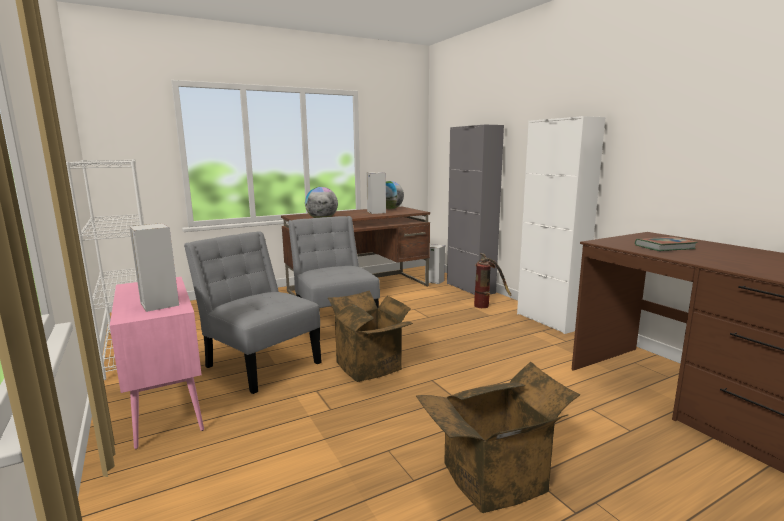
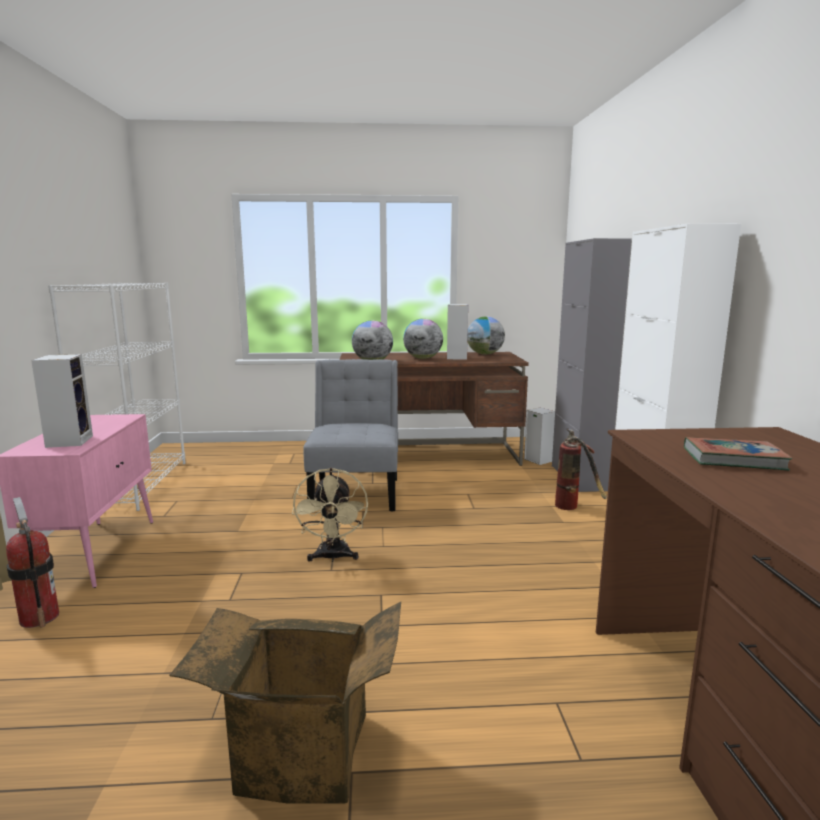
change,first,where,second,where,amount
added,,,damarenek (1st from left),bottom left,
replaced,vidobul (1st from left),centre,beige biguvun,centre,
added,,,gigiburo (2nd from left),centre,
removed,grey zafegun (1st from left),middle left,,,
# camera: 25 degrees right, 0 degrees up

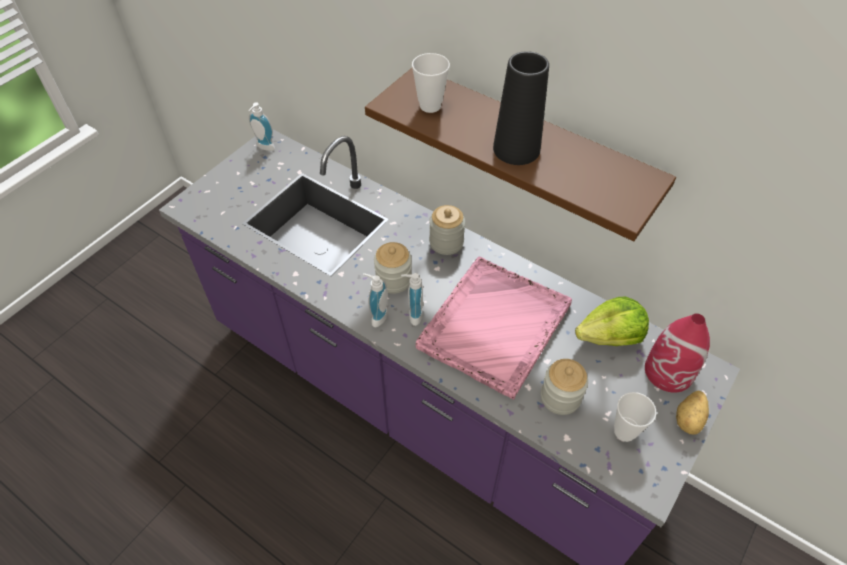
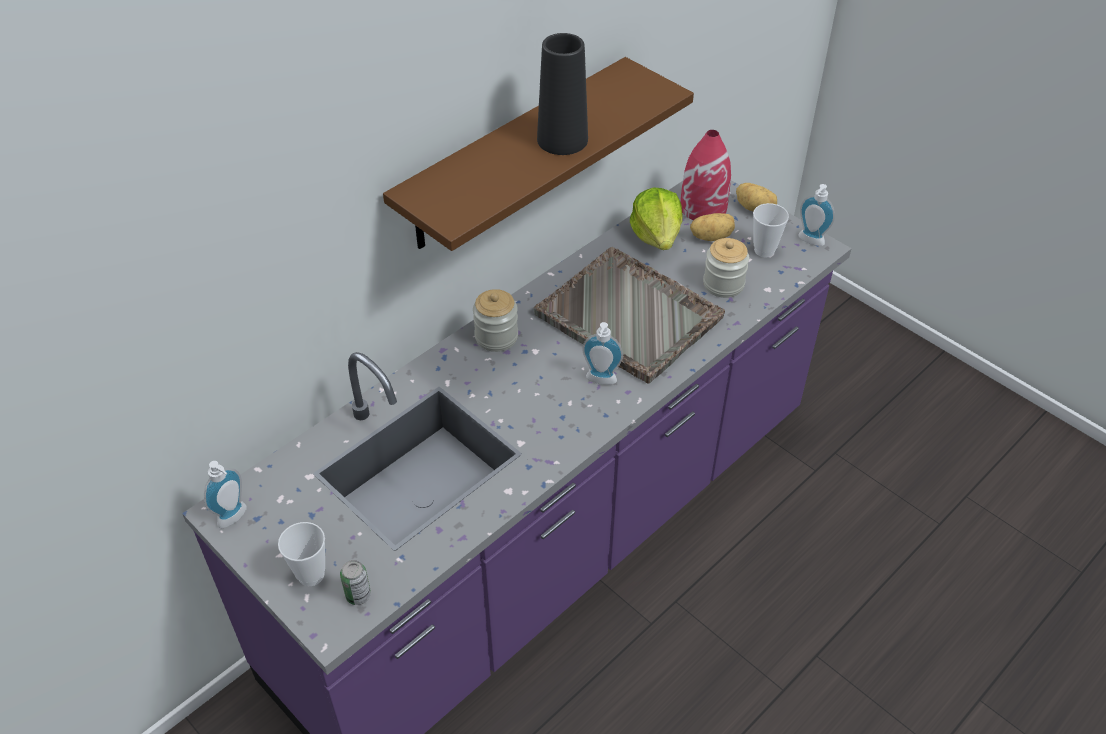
change,first,where,second,where,amount
moved,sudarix (1st from left),top centre,,bottom left,
added,,,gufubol,bottom left,
recoloured,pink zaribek,centre,grey zaribek,centre,
added,,,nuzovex (1st from left),top centre,
moved,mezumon (2nd from left in the first image),centre,mezumon (3rd from left),top right,
removed,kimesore (1st from left),centre,,,
# camera: 80 degrees left, 5 degrees down

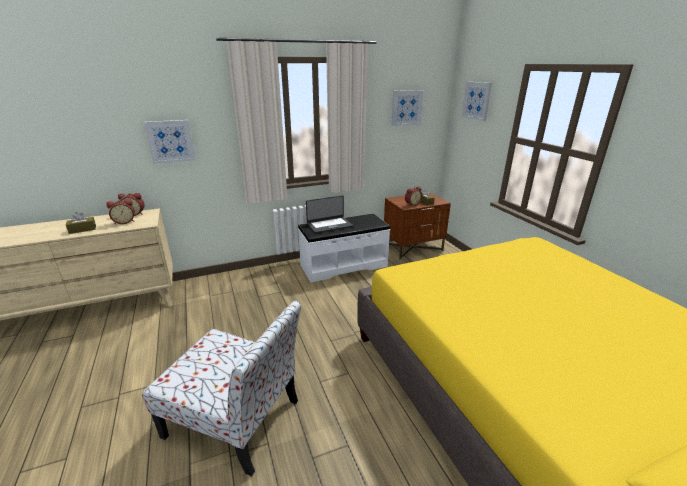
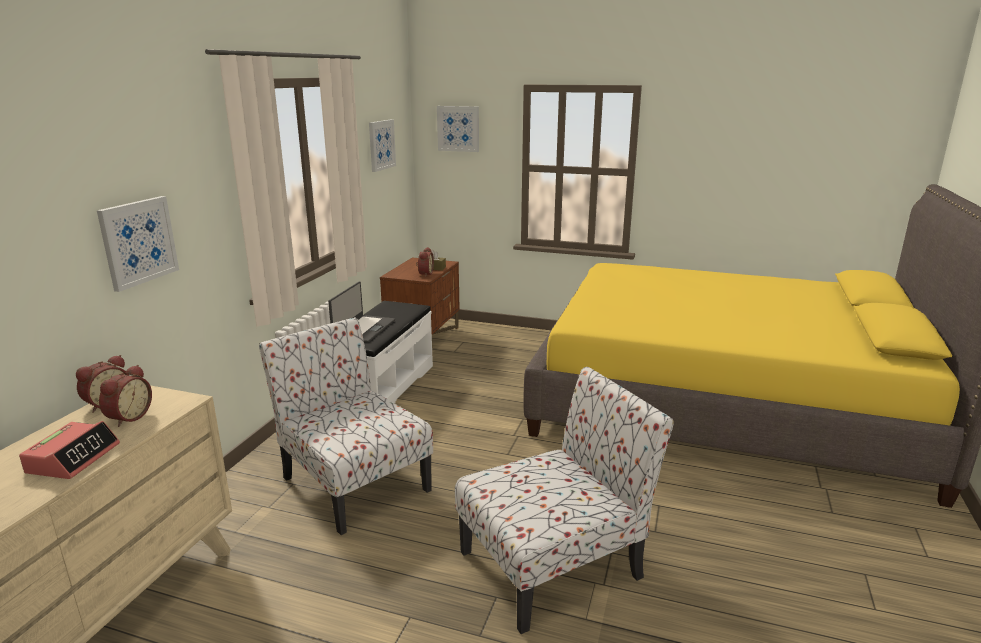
change,first,where,second,where,amount
replaced,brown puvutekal (1st from left),middle left,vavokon (1st from left),bottom left,
added,,,zafegun (1st from left),centre,
# camera: 50 degrees left, 5 degrees down

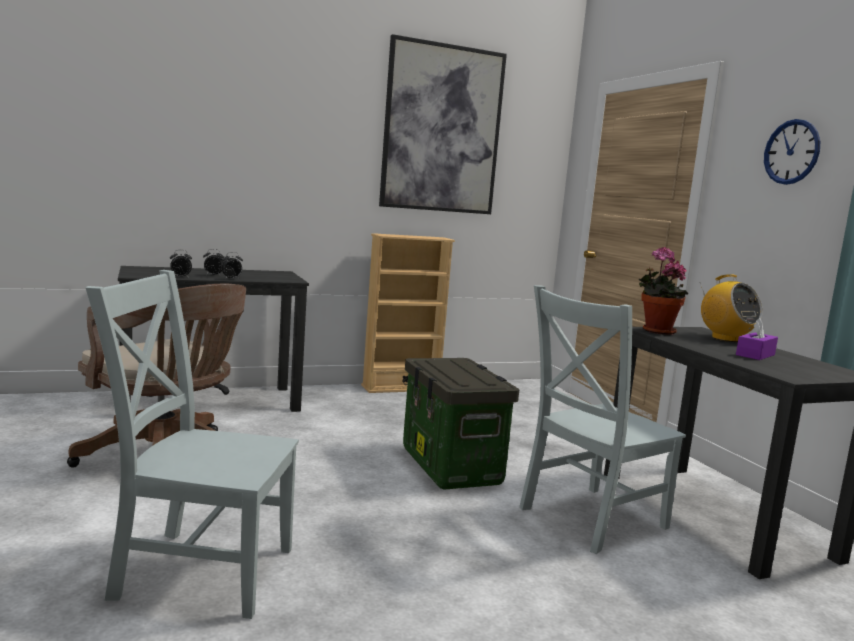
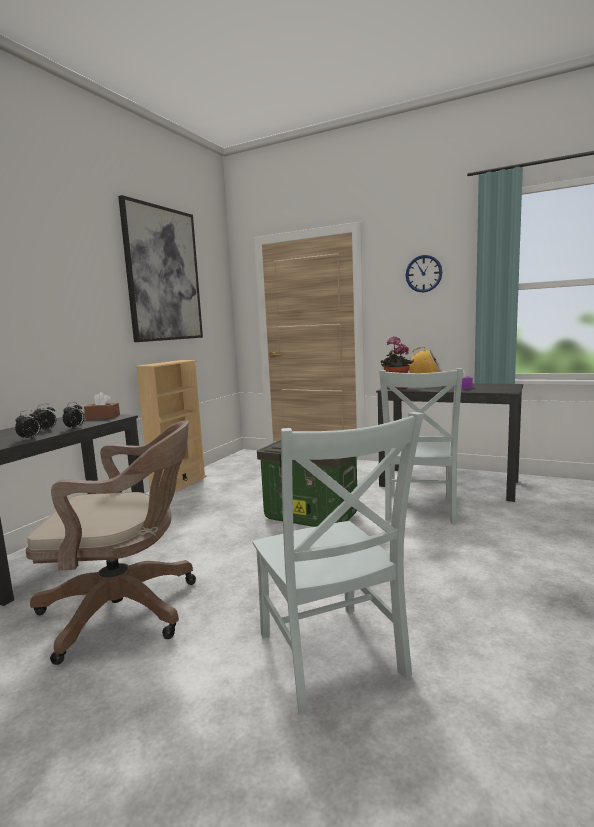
change,first,where,second,where,amount
added,,,brown puvutekal,middle left,
turned,grey zafegun (1st from left),bottom left,,bottom centre,75 degrees counterclockwise
# camera: 40 degrees left, 0 degrees up

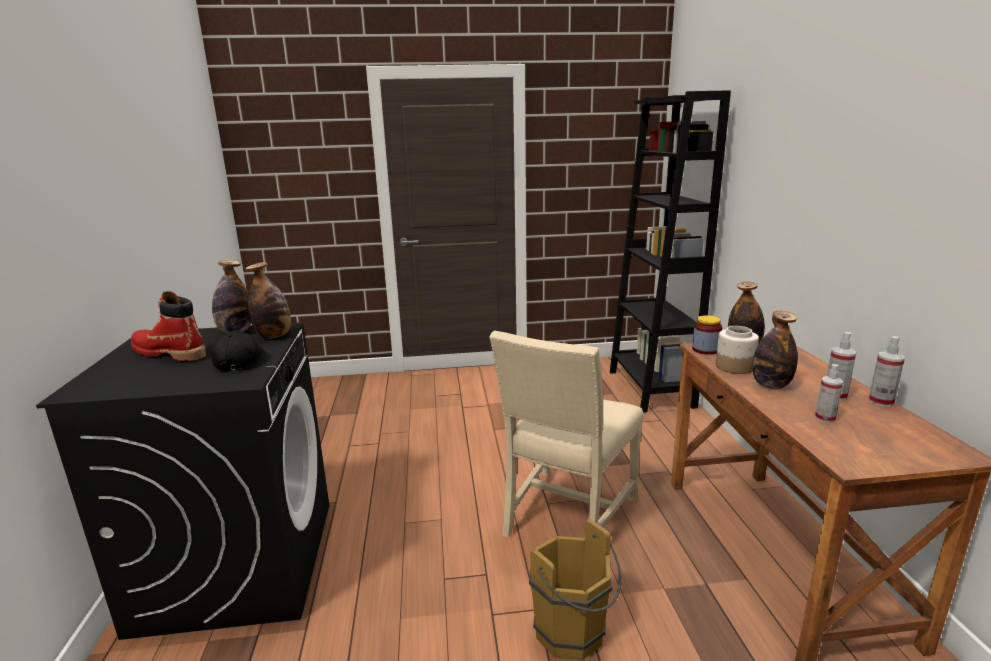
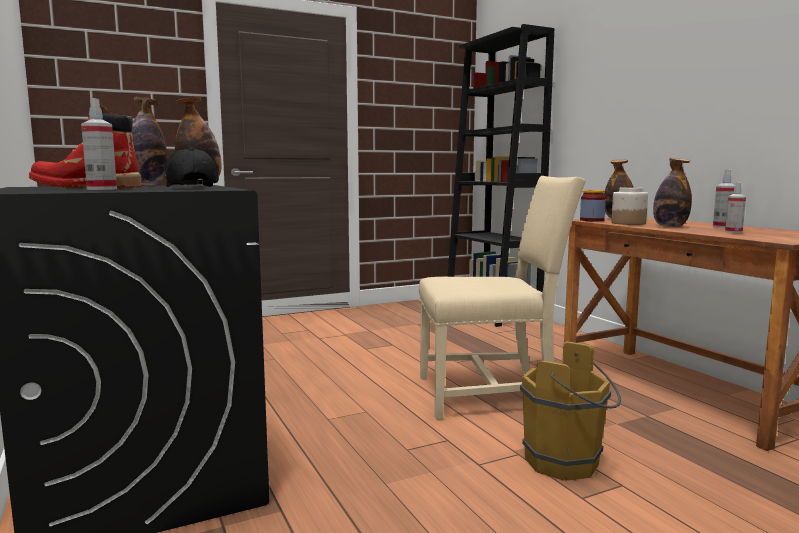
change,first,where,second,where,amount
moved,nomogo (3rd from left in the first image),middle right,nomogo (1st from left),top left,
turned,beige zafegun,centre,,centre,105 degrees counterclockwise
# camera: 20 degrees left, 10 degrees down

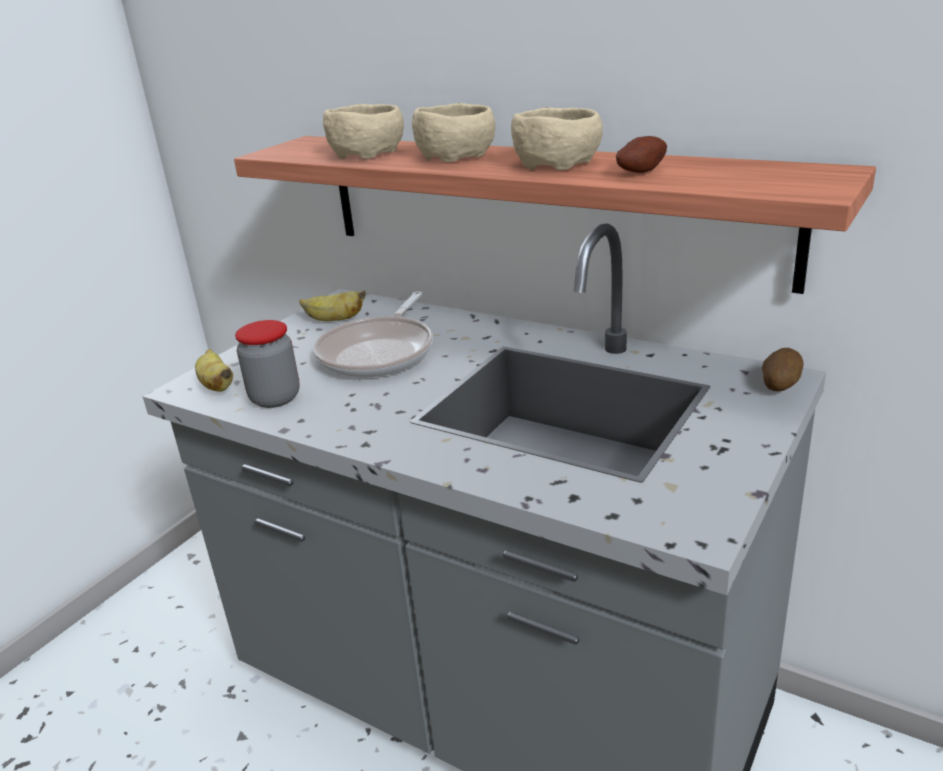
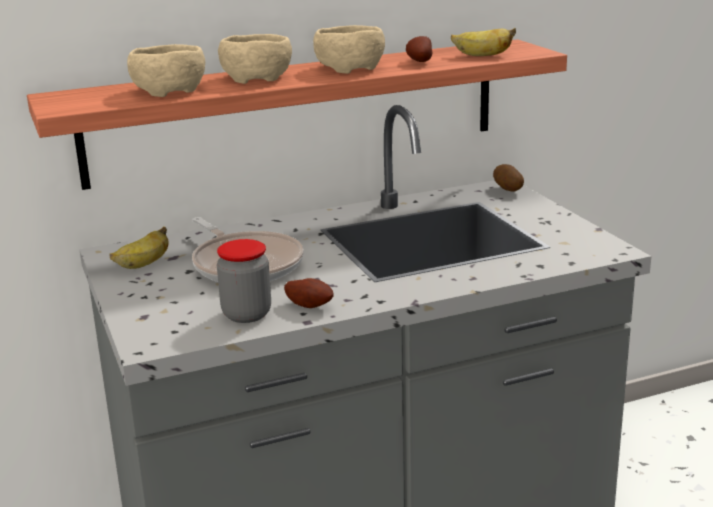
change,first,where,second,where,amount
added,,,nuzovex (1st from left),centre,
moved,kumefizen (1st from left in the first image),middle left,kumefizen (2nd from left),top right,
# camera: 55 degrees left, 5 degrees down

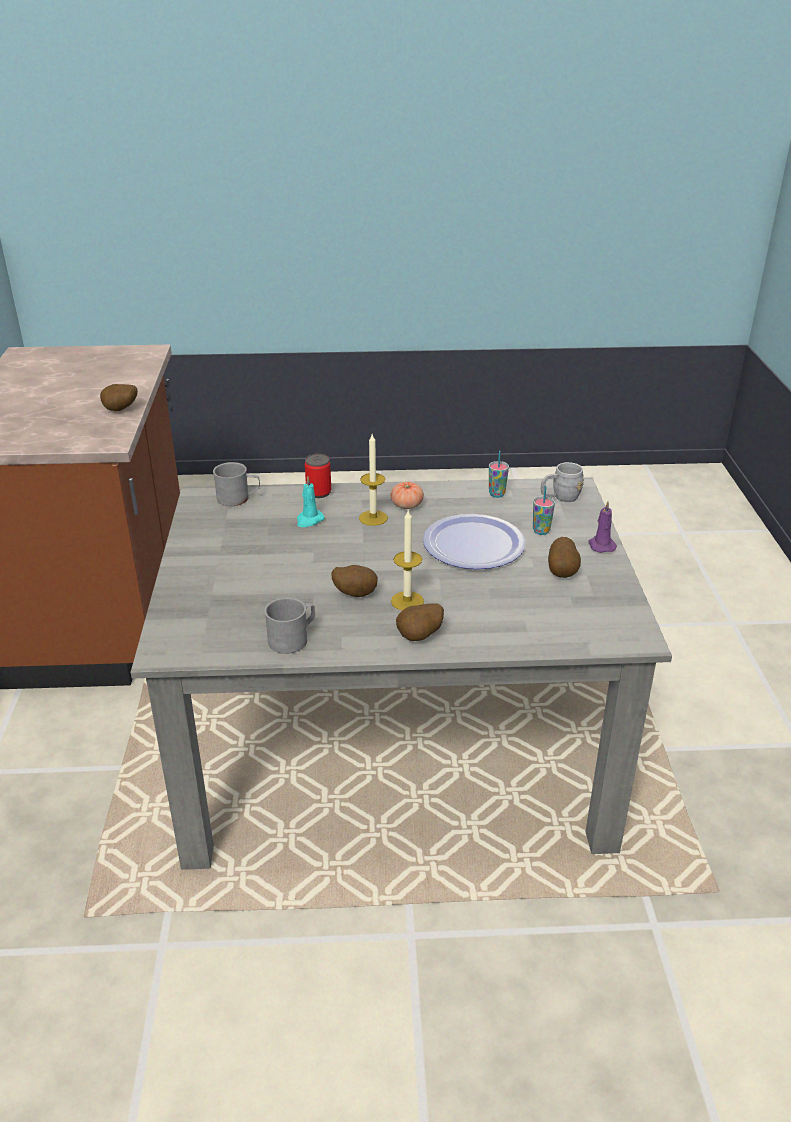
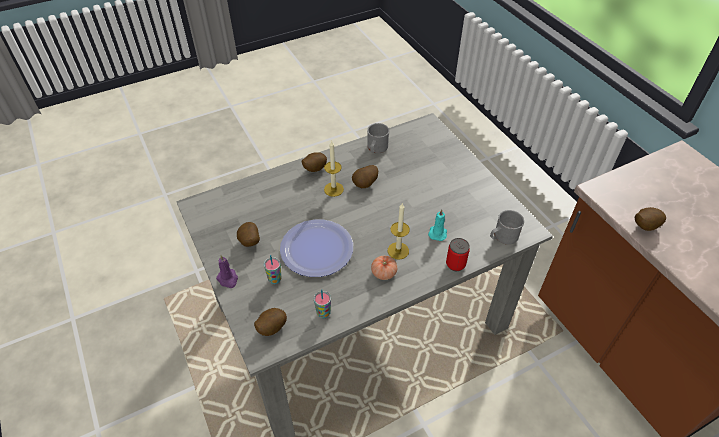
change,first,where,second,where,amount
replaced,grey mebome (3rd from left),middle right,nuzovex (2nd from left),bottom centre,
# camera: 155 degrees right, 15 degrees up

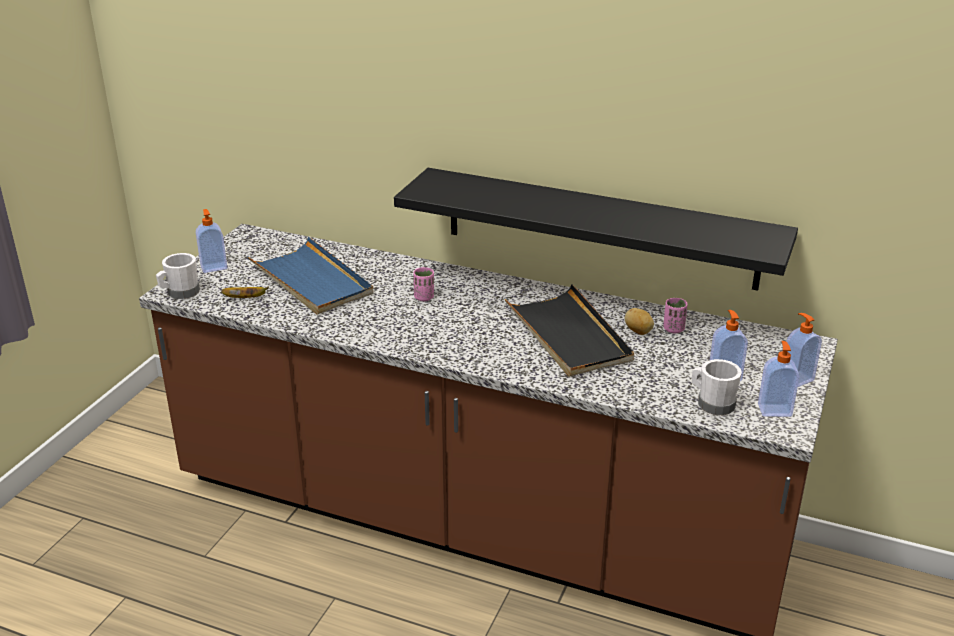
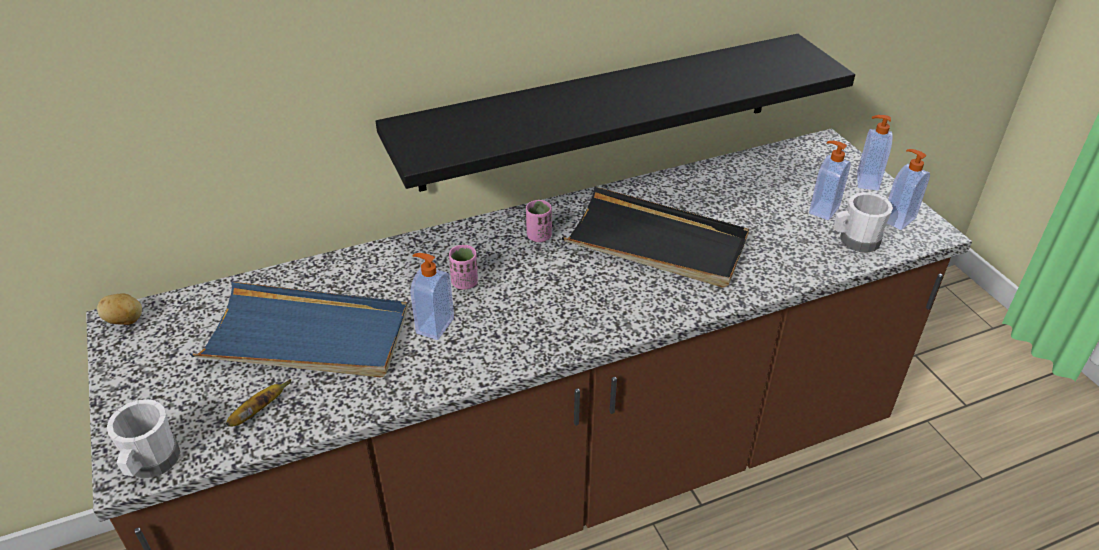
change,first,where,second,where,amount
moved,nuzovex,middle right,,middle left,
moved,mezumon (1st from left),middle left,,centre,
moved,pink sudarix (2nd from left),middle right,,centre,
# camera: 45 degrees left, 10 degrees up

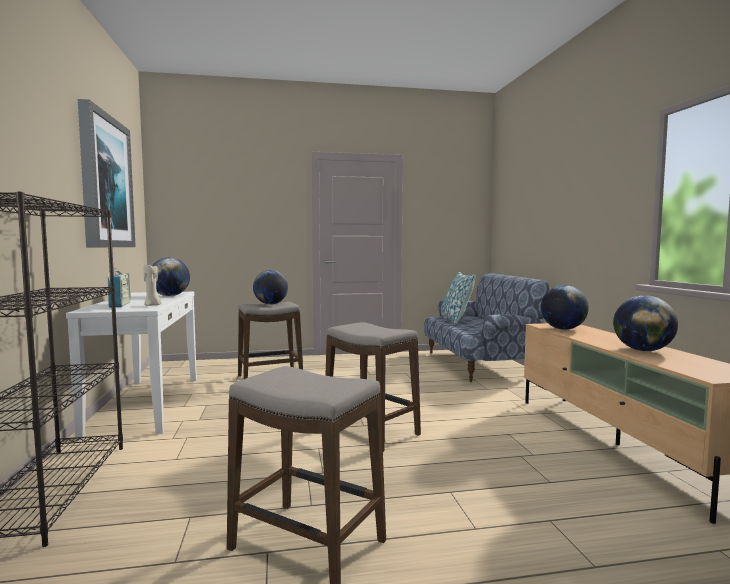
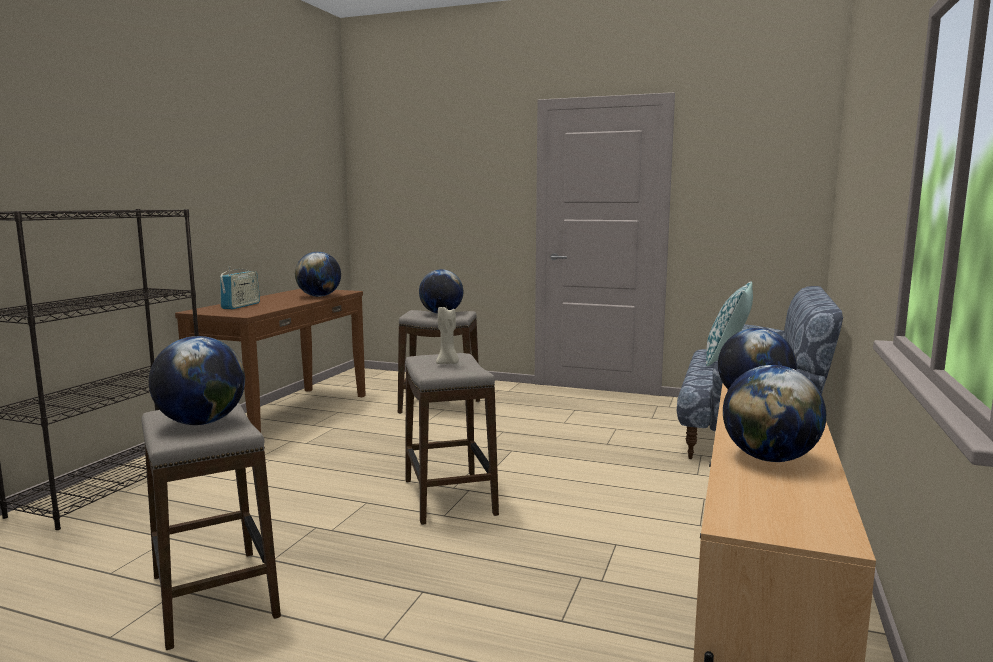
change,first,where,second,where,amount
added,,,gigiburo (1st from left),middle left,
recoloured,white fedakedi,middle left,brown fedakedi,middle left,
moved,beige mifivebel,middle left,,centre,
removed,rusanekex,top left,,,
# camera: 30 degrees right, 5 degrees up

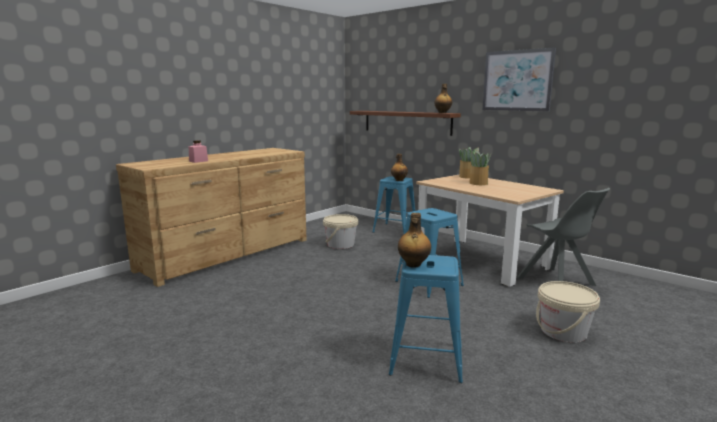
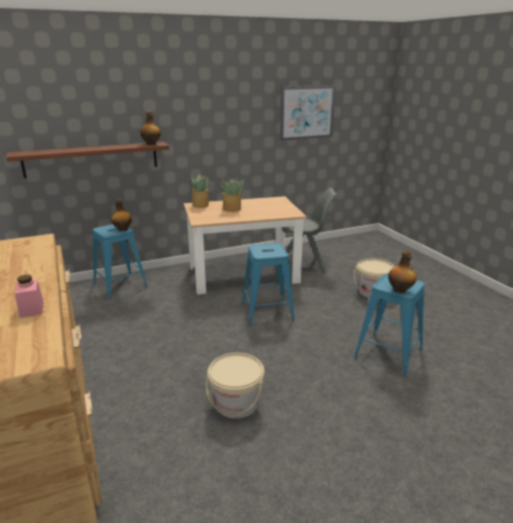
change,first,where,second,where,amount
moved,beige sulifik (1st from left),centre,,bottom centre,
moved,rusanekex,top right,,top centre,
# camera: 65 degrees left, 10 degrees up

